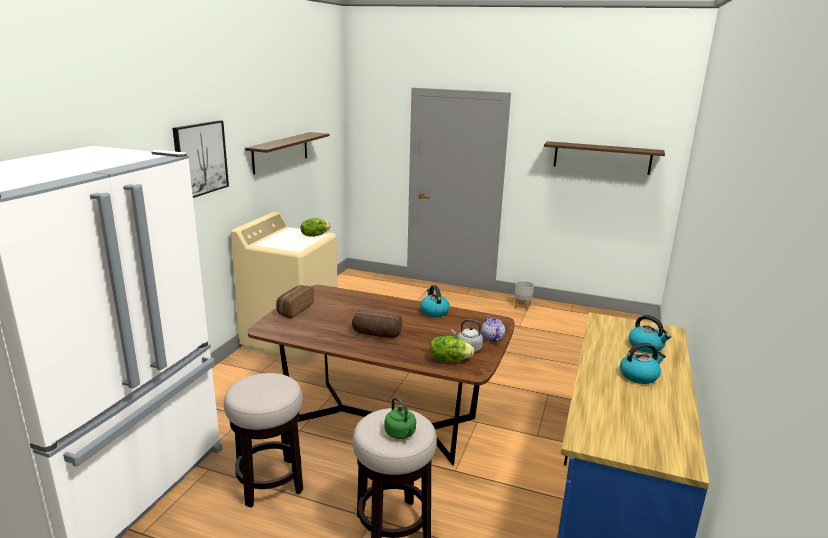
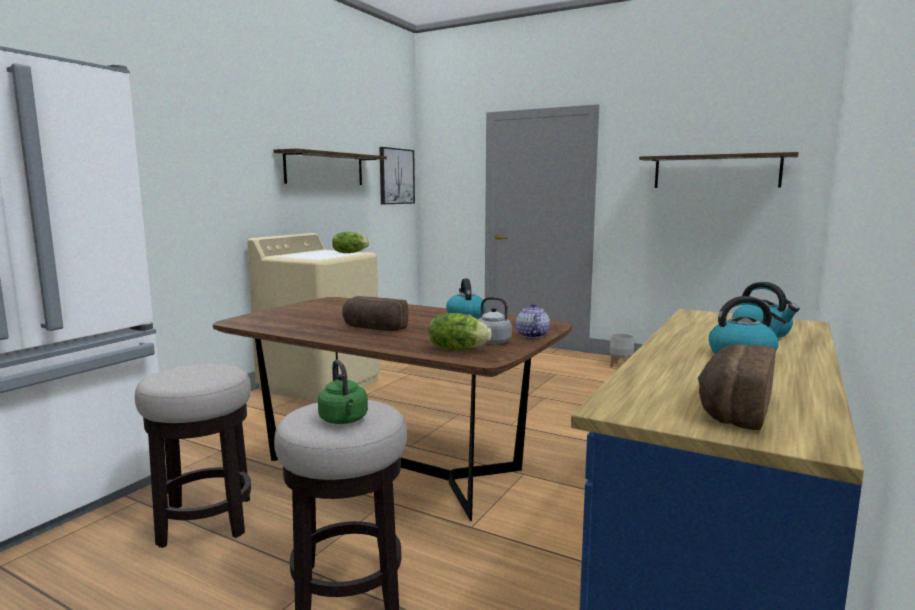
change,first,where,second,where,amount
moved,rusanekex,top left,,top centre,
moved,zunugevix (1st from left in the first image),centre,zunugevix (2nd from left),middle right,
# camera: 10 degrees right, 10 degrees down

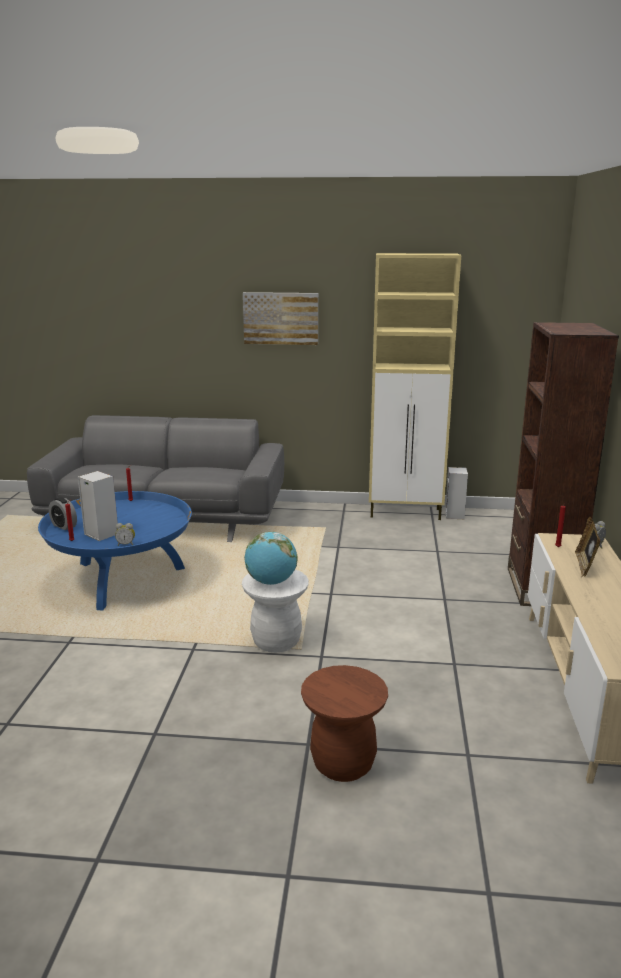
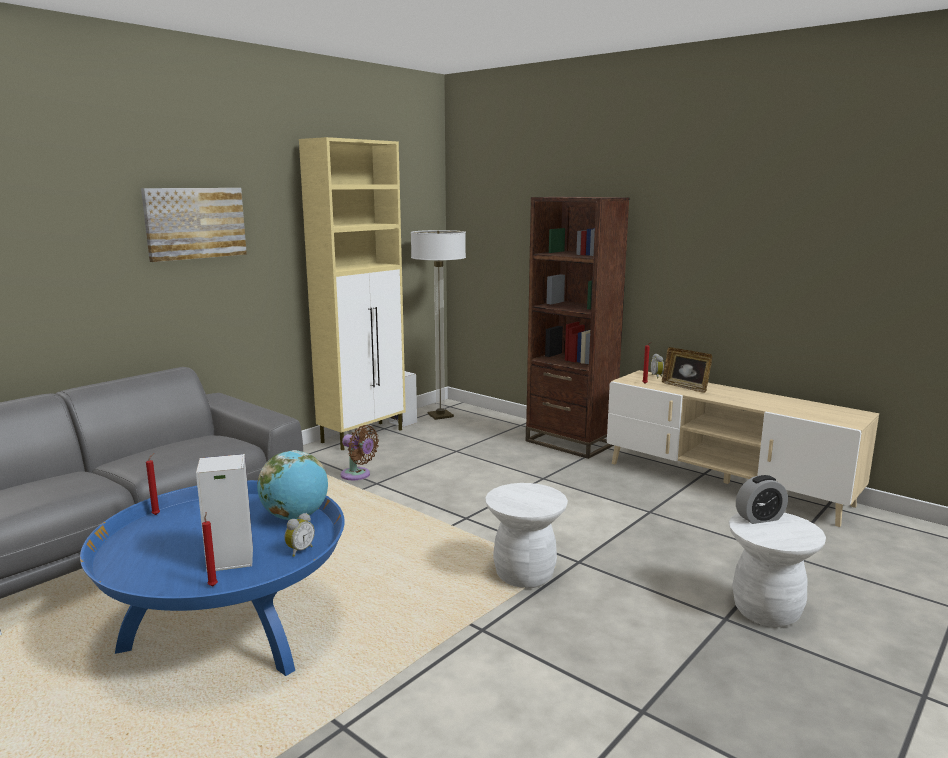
change,first,where,second,where,amount
moved,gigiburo,centre,,middle left,
added,,,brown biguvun,centre,
added,,,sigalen,centre,
recoloured,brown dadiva,bottom centre,white dadiva (2nd from left),bottom right,
moved,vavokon (1st from left in the first image),middle left,vavokon (3rd from left),middle right,
# camera: 55 degrees left, 5 degrees down

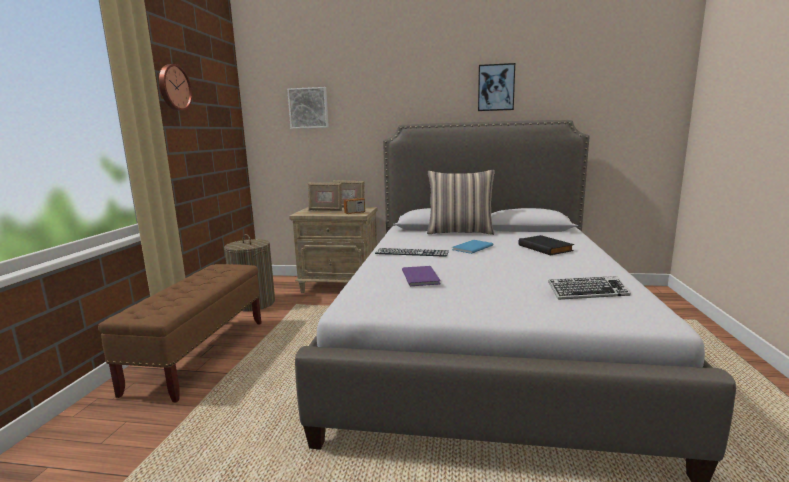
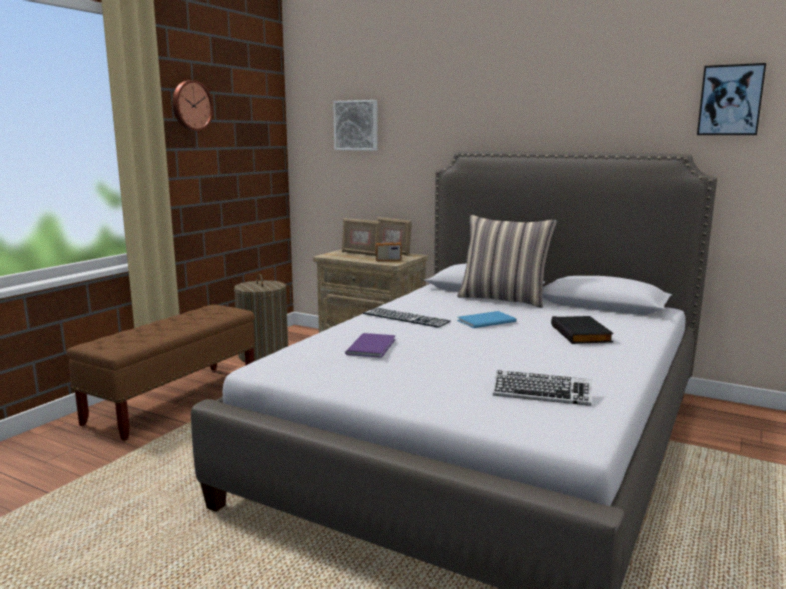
change,first,where,second,where,amount
moved,rusanekex (2nd from left),top centre,,top right,
# camera: 20 degrees right, 0 degrees up

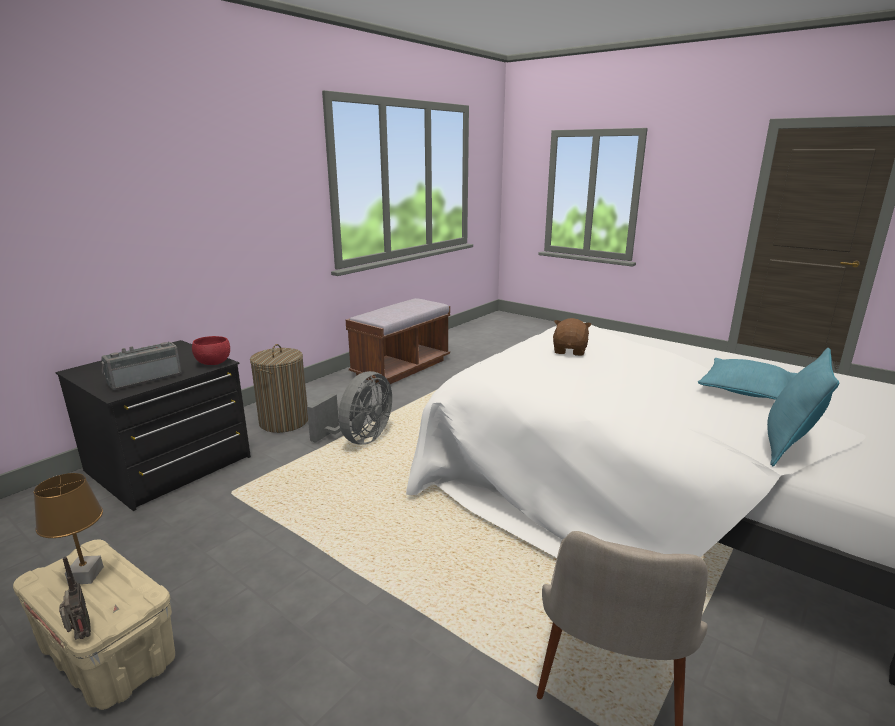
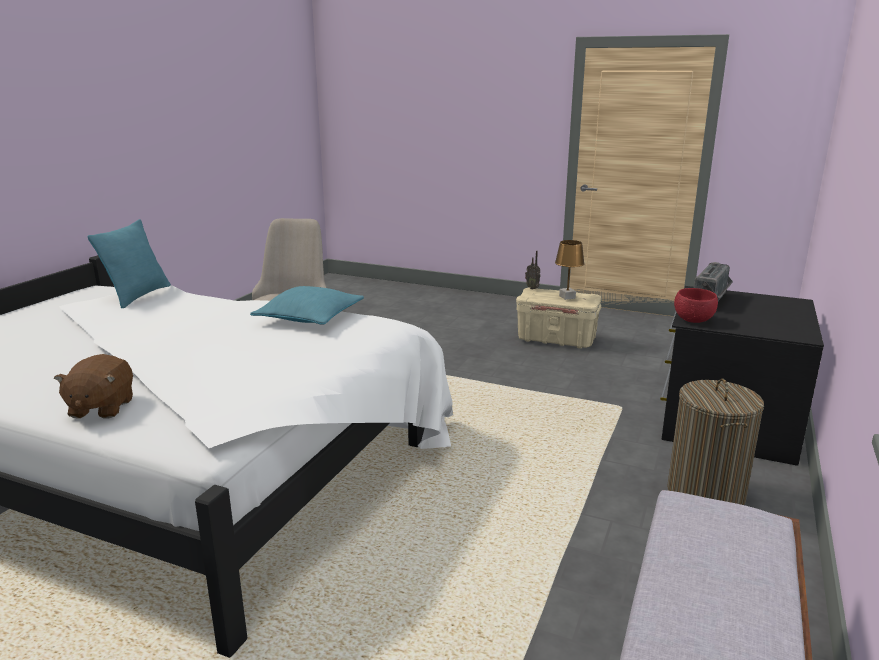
change,first,where,second,where,amount
moved,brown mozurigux,centre,,middle left,
moved,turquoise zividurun (1st from left in the first image),middle right,turquoise zividurun (2nd from left),centre,
removed,grey biguvun,centre,,,
# camera: 165 degrees right, 0 degrees up

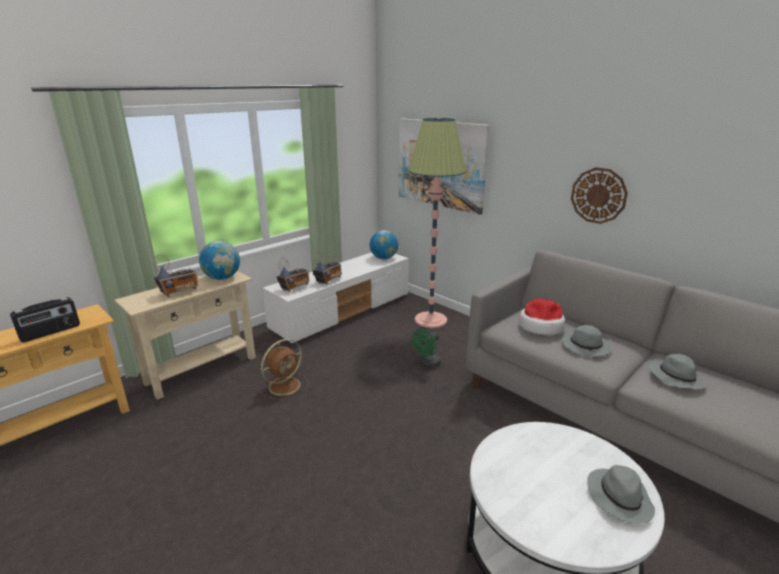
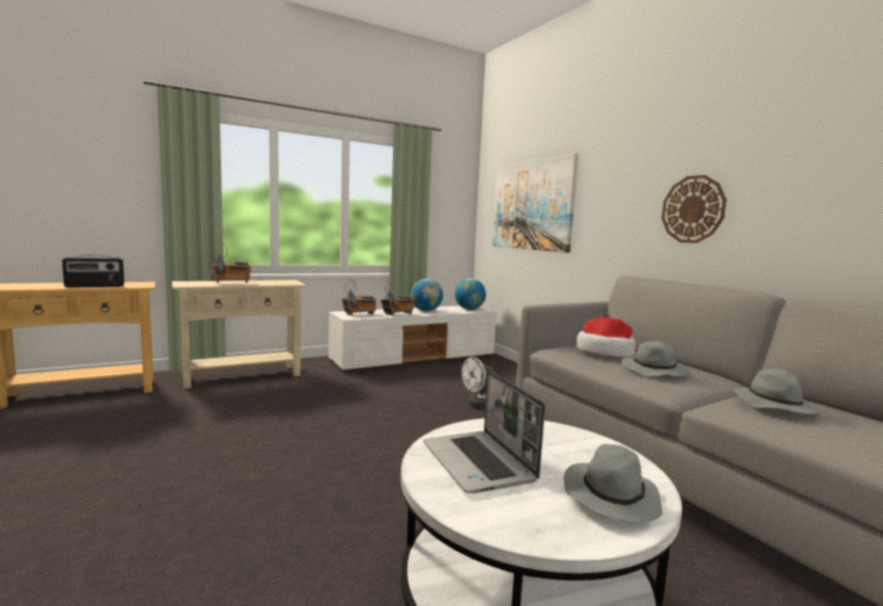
change,first,where,second,where,amount
moved,gigiburo (1st from left),middle left,,centre,
added,,,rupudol,bottom centre,
recoloured,green biguvun,centre,white biguvun,centre,
removed,brown biguvun,centre,,,
removed,sigalen,centre,,,
# camera: 15 degrees right, 15 degrees down

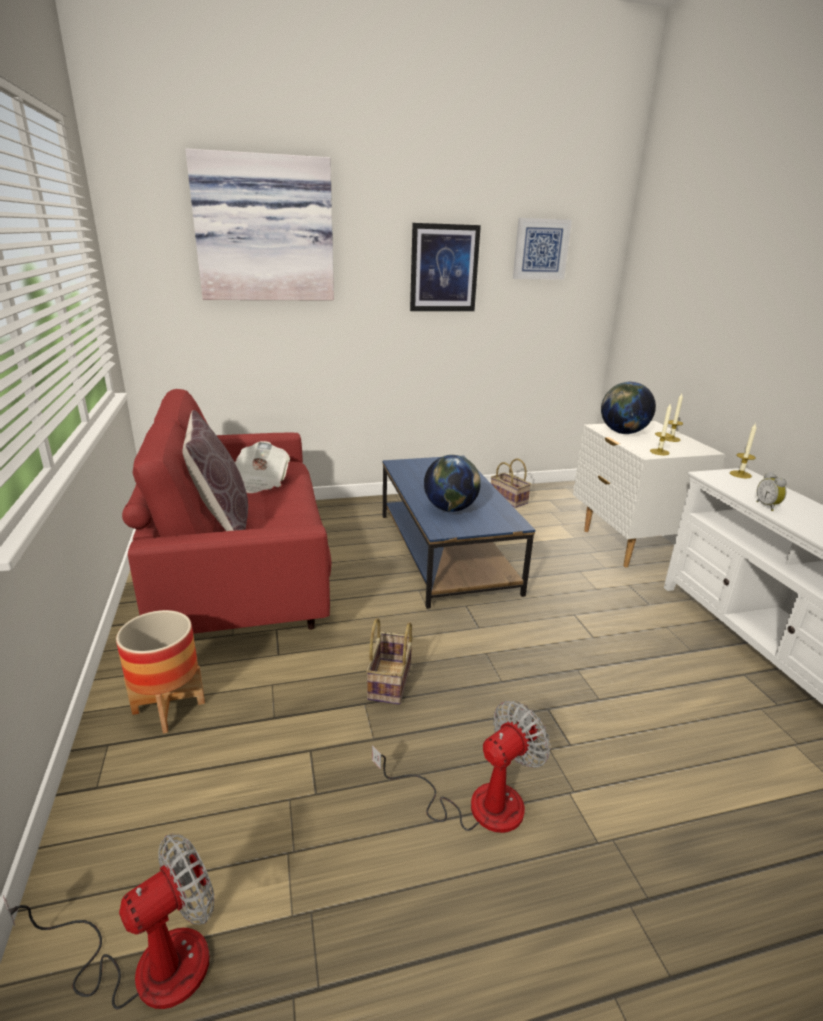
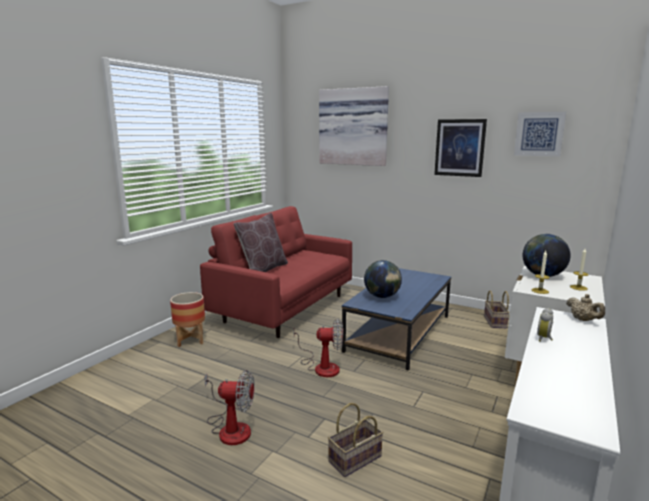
change,first,where,second,where,amount
moved,biguvun (1st from left in the first image),bottom left,biguvun (2nd from left),bottom centre,
moved,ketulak (1st from left),centre,,bottom centre,
replaced,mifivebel (3rd from left),middle right,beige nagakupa,middle right,
removed,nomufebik,middle left,,,
# camera: 45 degrees right, 10 degrees down

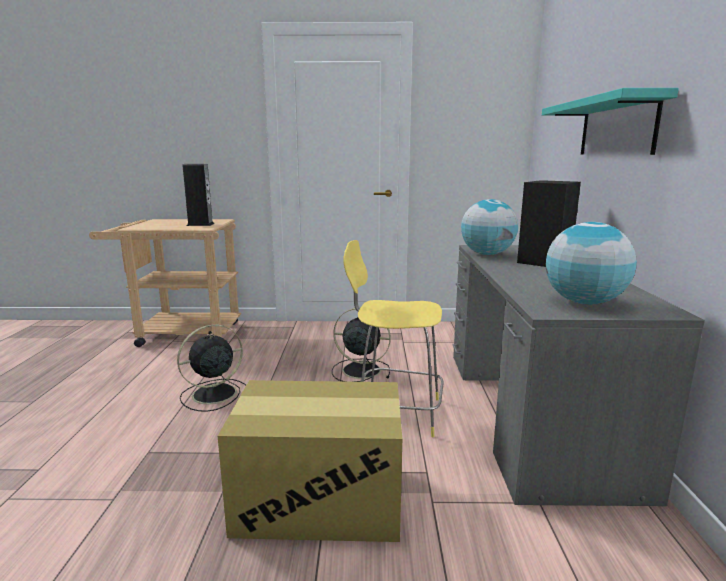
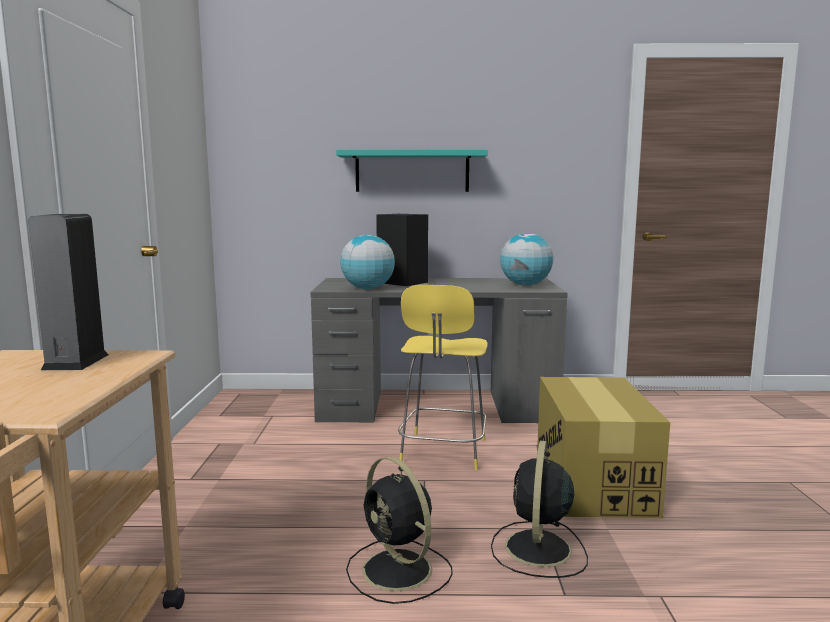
change,first,where,second,where,amount
moved,black biguvun (2nd from left),centre,,bottom centre,
# camera: 90 degrees left, 5 degrees down

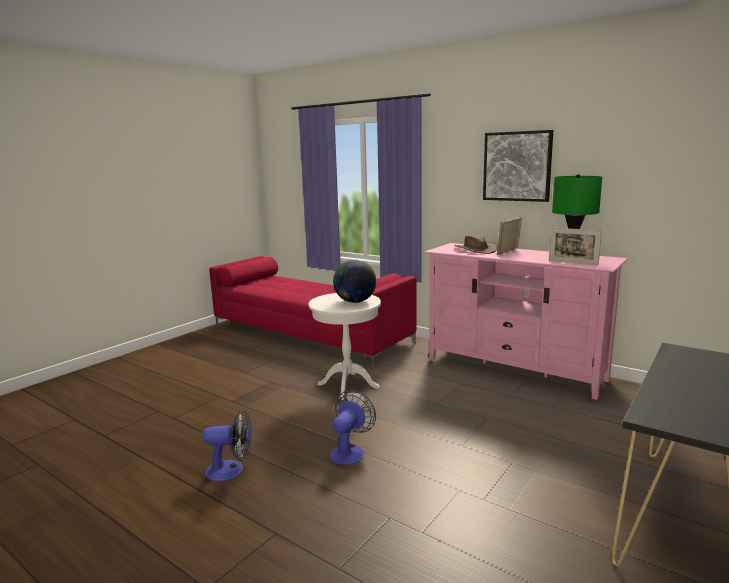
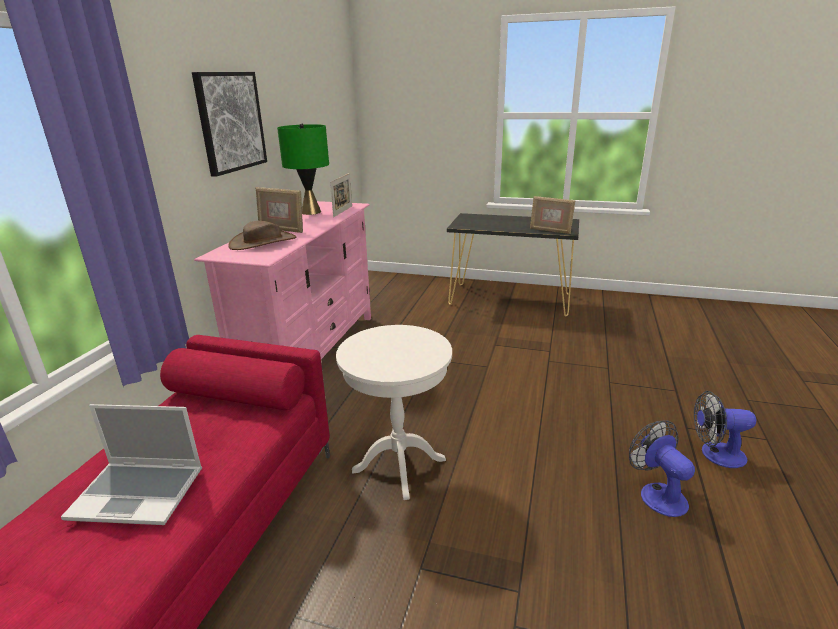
change,first,where,second,where,amount
added,,,rupudol,bottom left,
added,,,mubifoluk (3rd from left),centre,
moved,biguvun (2nd from left),bottom centre,,bottom right,
removed,gigiburo,centre,,,
# camera: 110 degrees left, 10 degrees up

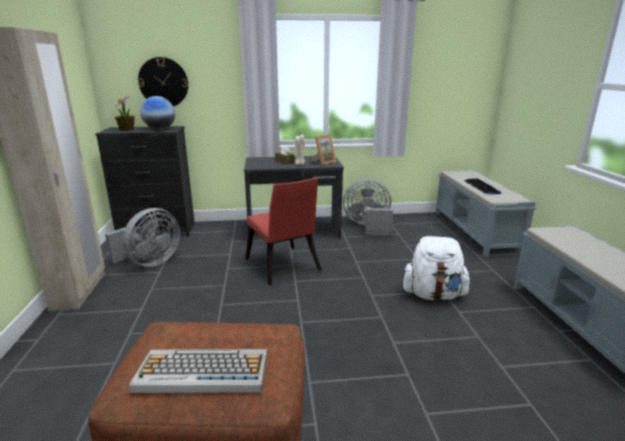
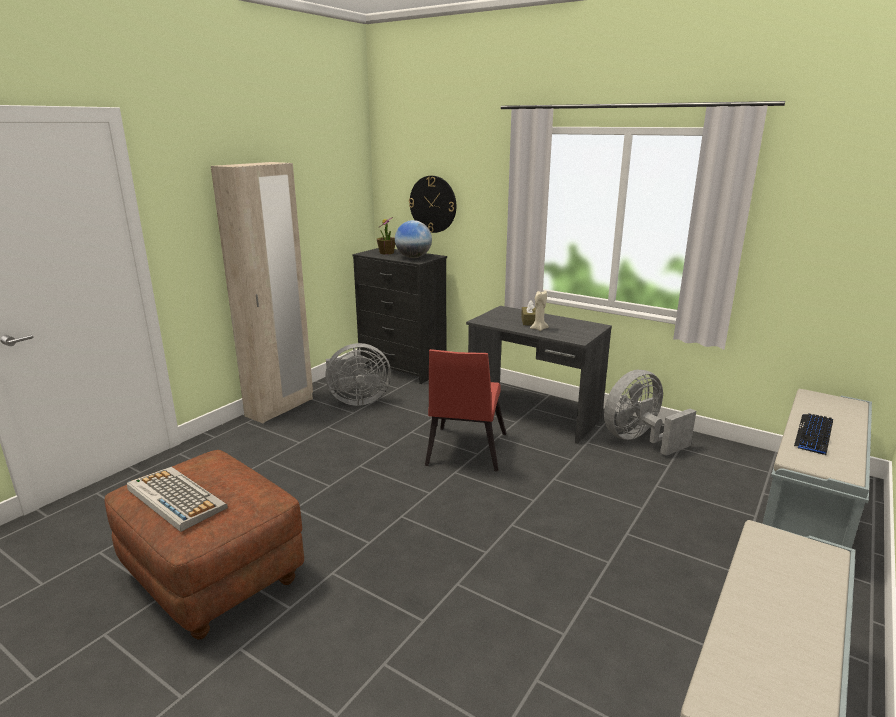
change,first,where,second,where,amount
turned,grey biguvun (2nd from left),centre,,middle right,75 degrees counterclockwise
removed,mubifoluk,centre,,,
removed,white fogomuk,middle right,,,
# camera: 40 degrees right, 0 degrees up

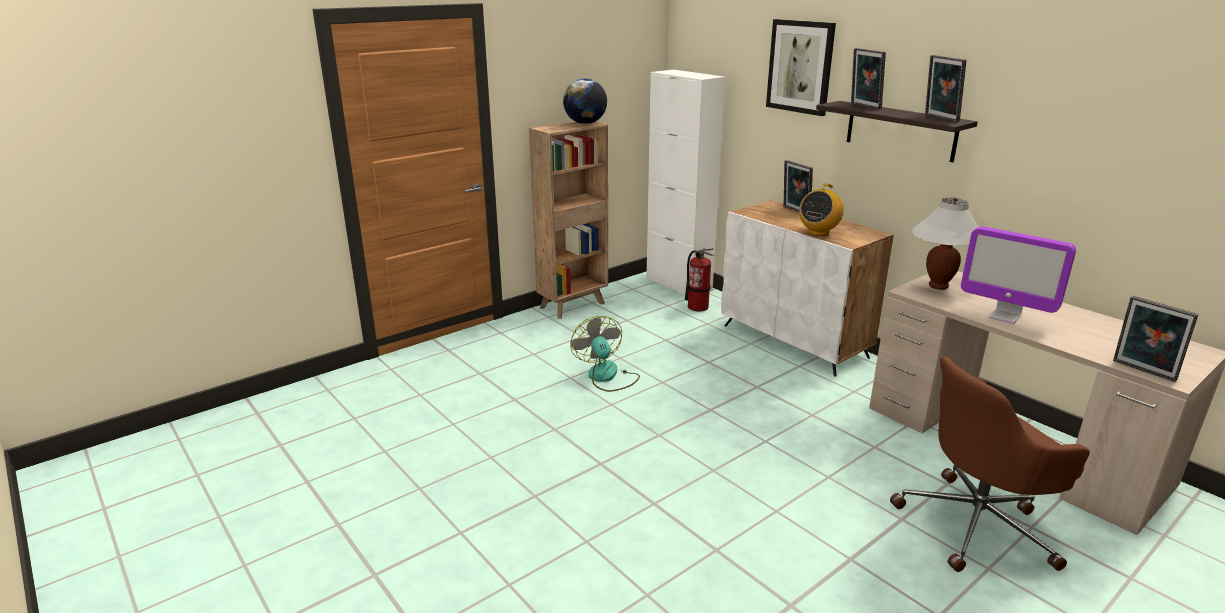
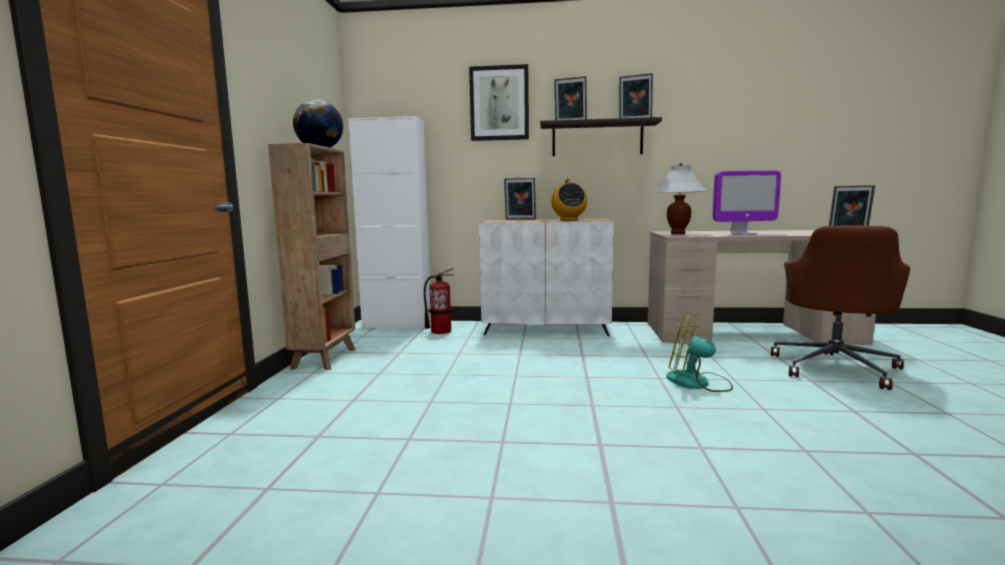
change,first,where,second,where,amount
moved,biguvun,centre,,middle right,
# camera: 45 degrees left, 15 degrees down

